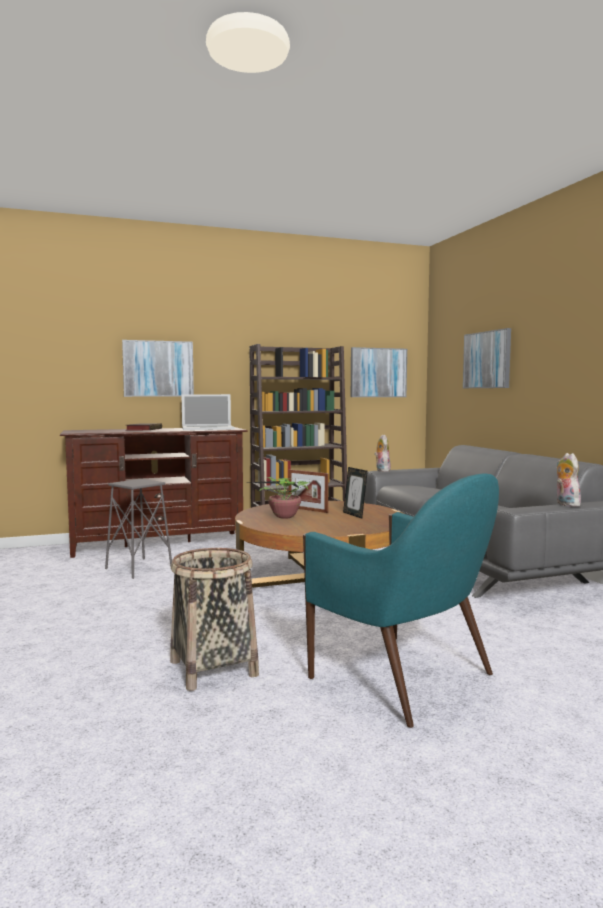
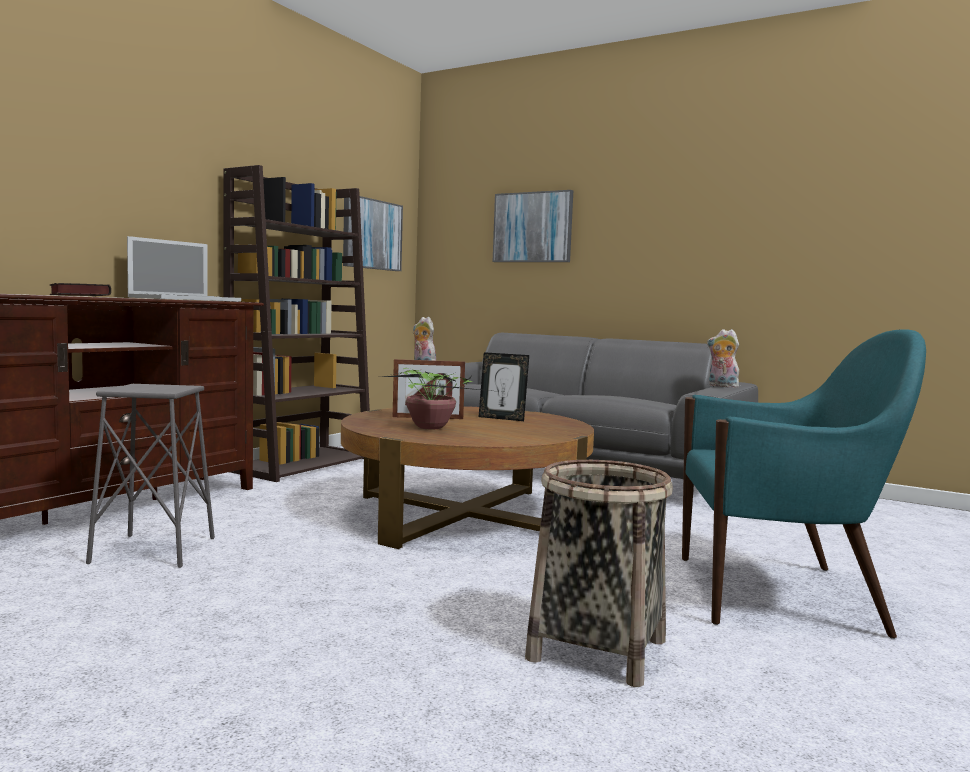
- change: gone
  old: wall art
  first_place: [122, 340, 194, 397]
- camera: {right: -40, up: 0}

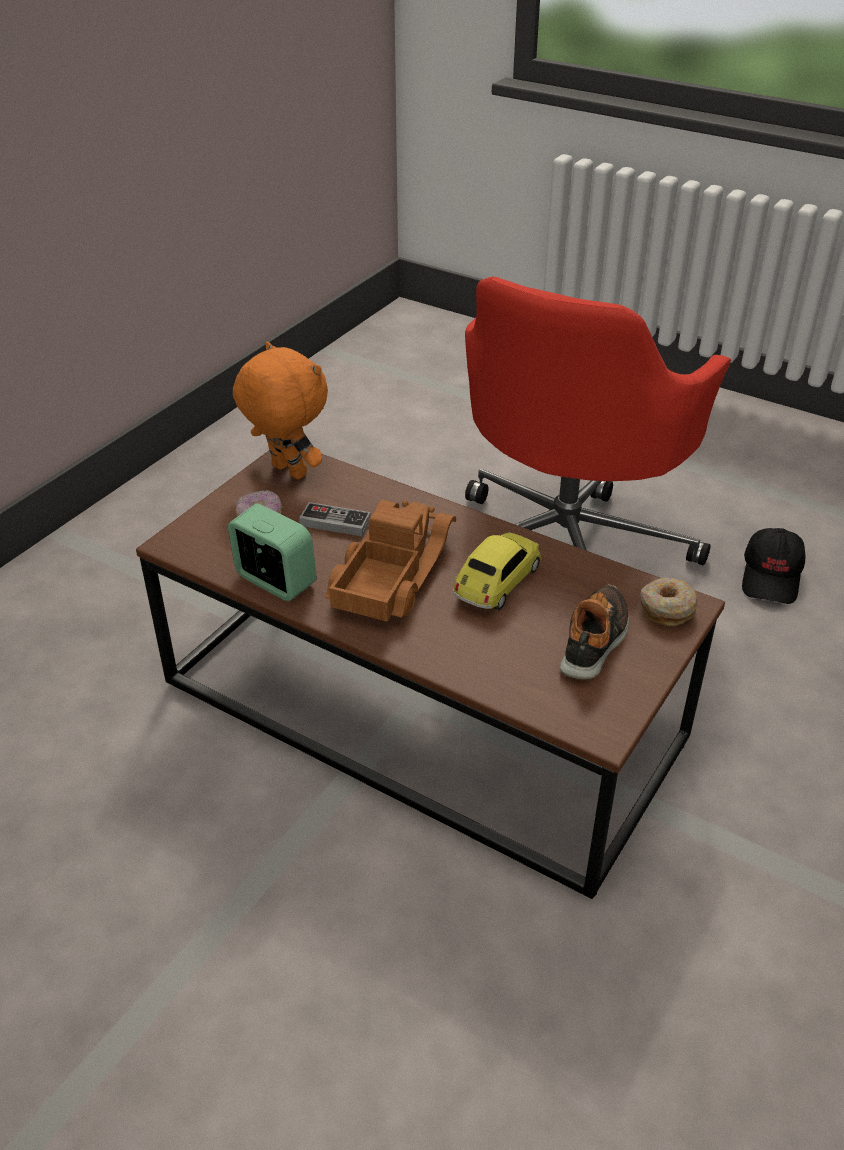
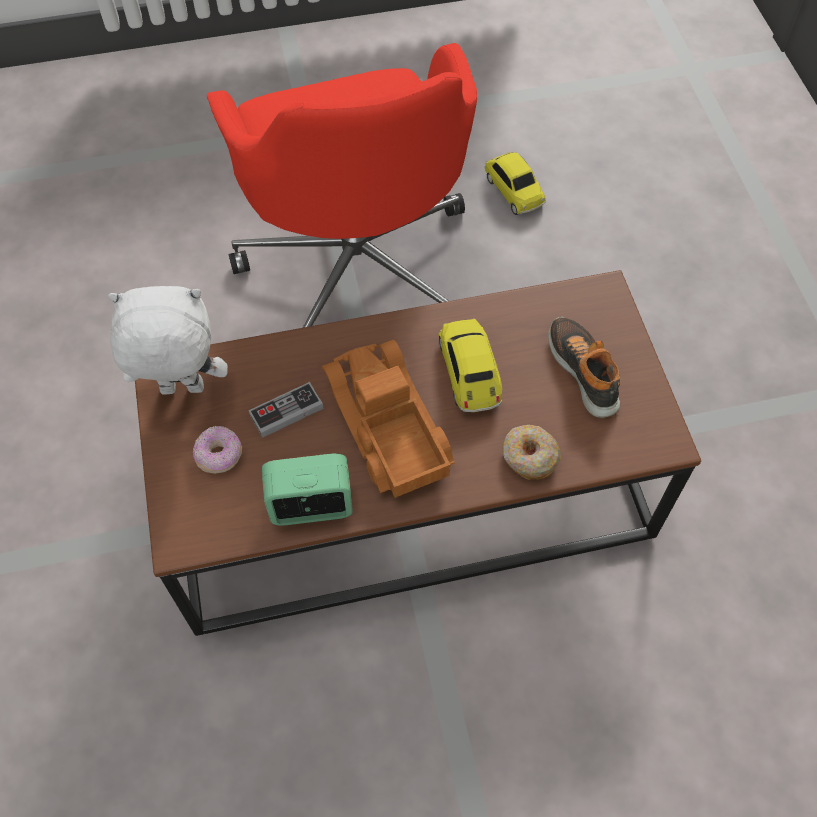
- change: repainted
  old: cuddly toy in orange-coloured
  new: cuddly toy in white-coloured
  first_place: [233, 342, 328, 479]
  second_place: [108, 286, 228, 394]
- change: swapped
  old: peaked cap in black
  new: toy car
  first_place: [742, 528, 805, 604]
  second_place: [484, 152, 546, 215]
- change: shifted
  old: donut
  first_place: [640, 578, 698, 626]
  second_place: [502, 425, 561, 480]
- camera: {right: -45, up: 20}

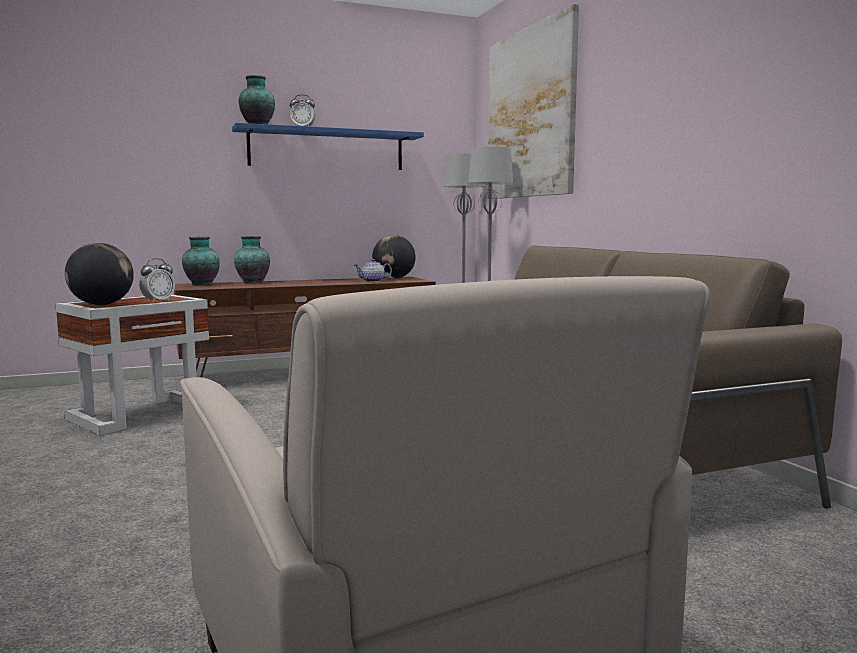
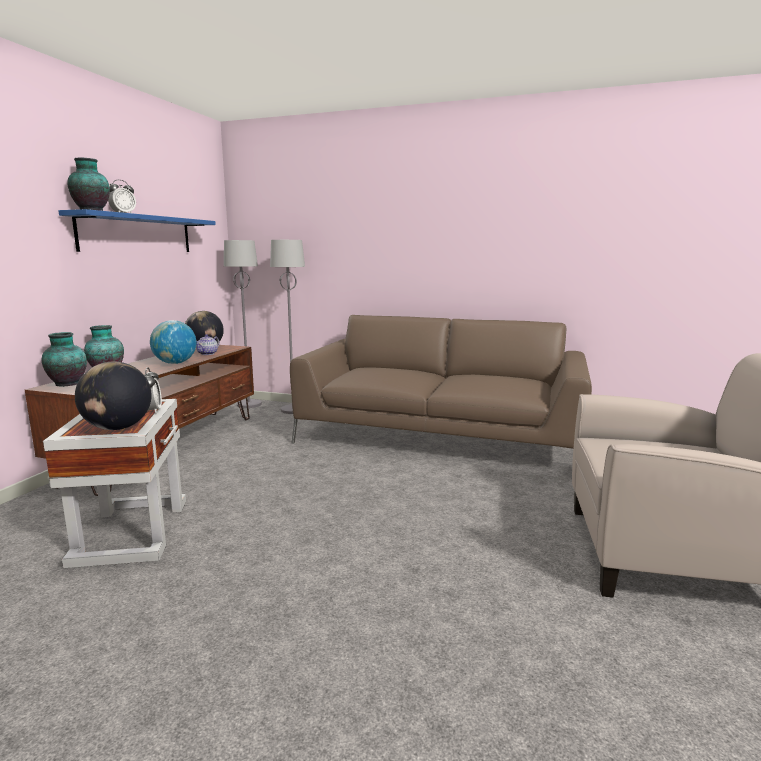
- change: gone
  old: wall art
  first_place: [488, 4, 579, 199]
- change: new
  new: desk globe
  second_place: [150, 320, 197, 364]
- camera: {right: -50, up: 5}

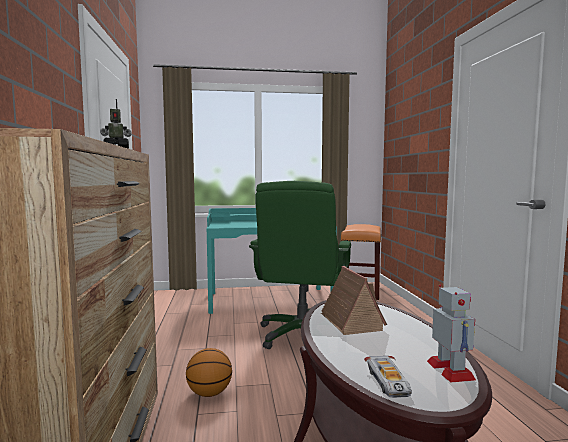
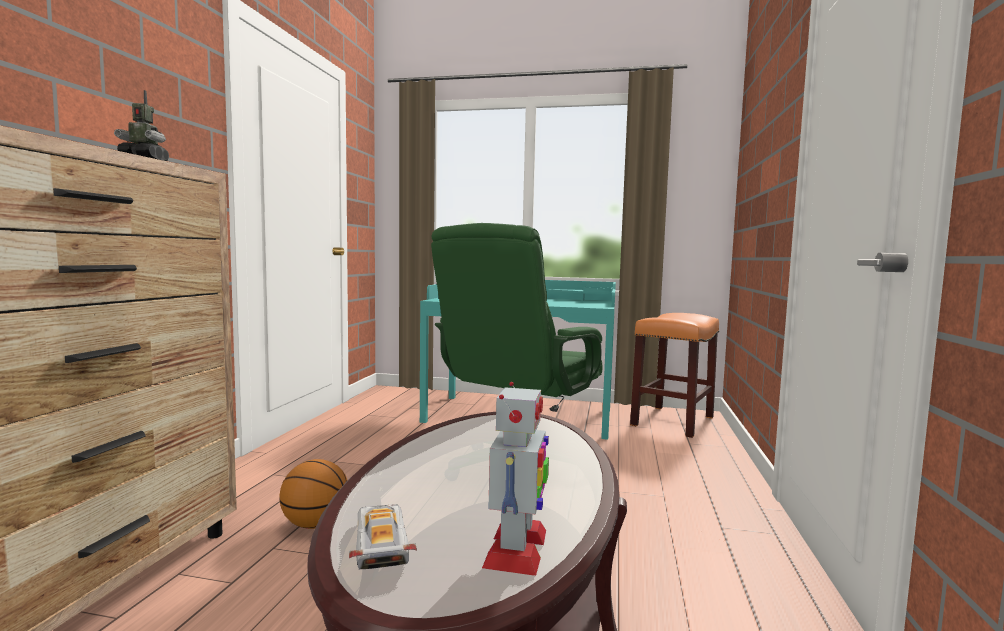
- change: gone
  old: toy house
  first_place: [321, 266, 387, 335]
- change: rotated
  old: toy car
  first_place: [364, 356, 412, 398]
  second_place: [349, 504, 417, 569]
  degrees: 150
- camera: {right: 20, up: 0}

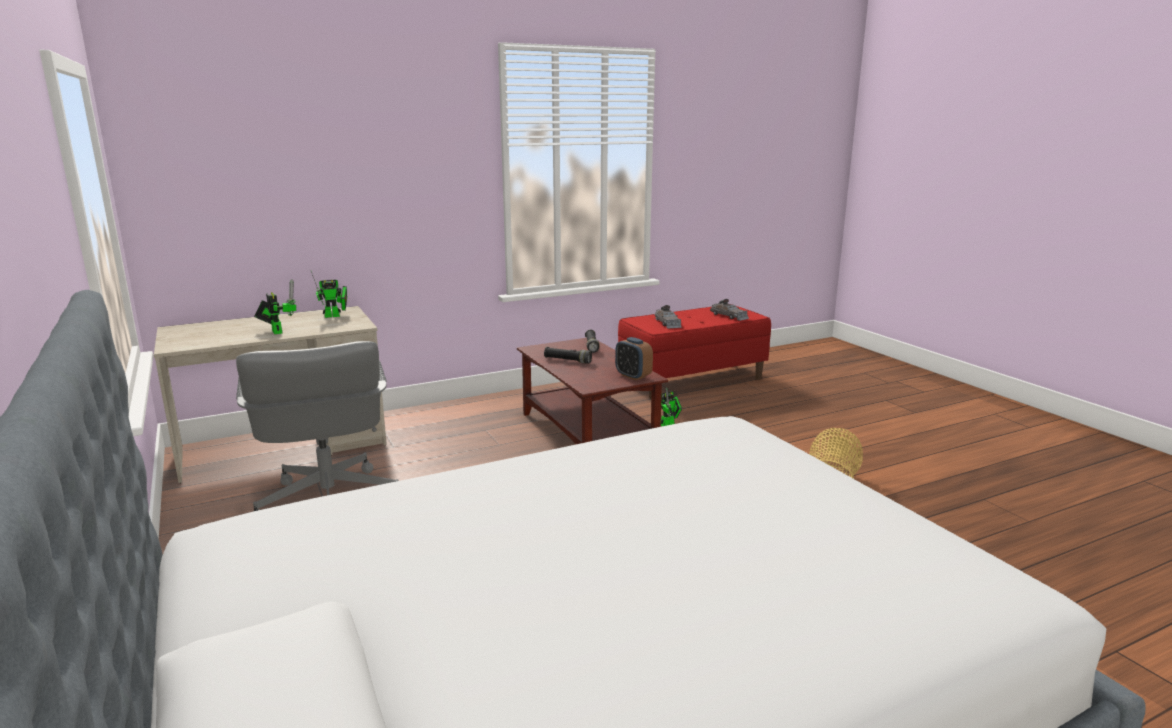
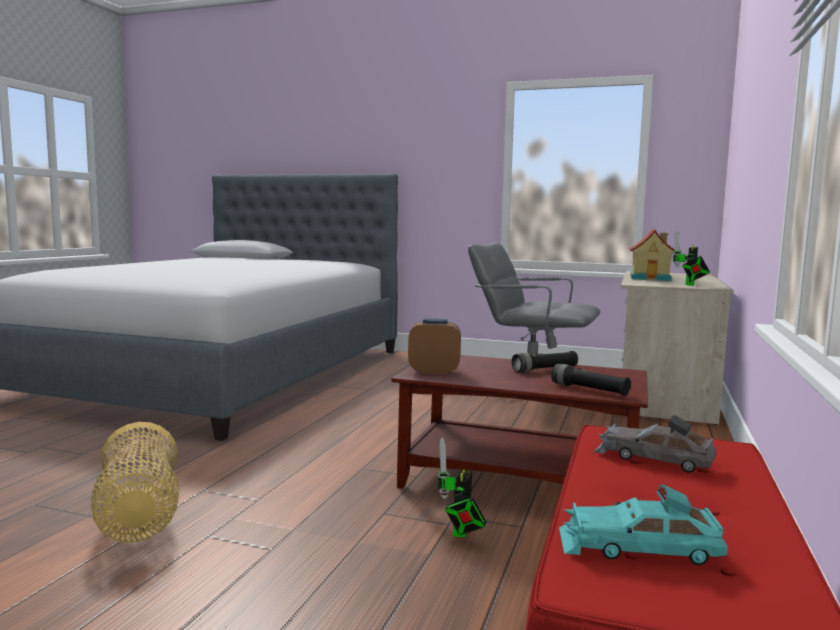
- change: swapped
  old: robot figure
  new: toy house
  first_place: [254, 279, 296, 334]
  second_place: [629, 229, 675, 281]
- change: repainted
  old: toy car in grey
  new: toy car in turquoise
  first_place: [710, 299, 749, 321]
  second_place: [559, 484, 728, 565]
- camera: {right: 135, up: -10}

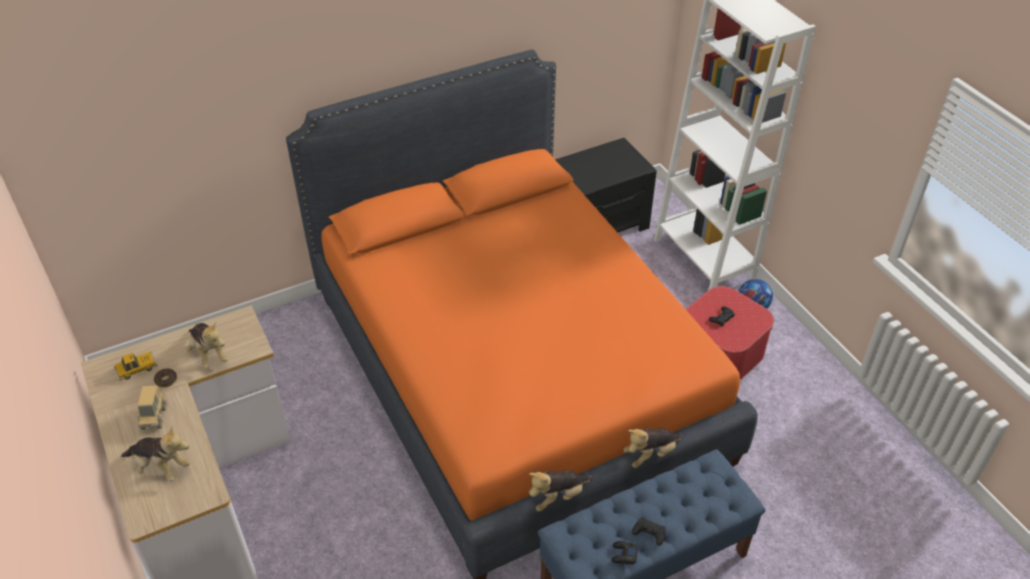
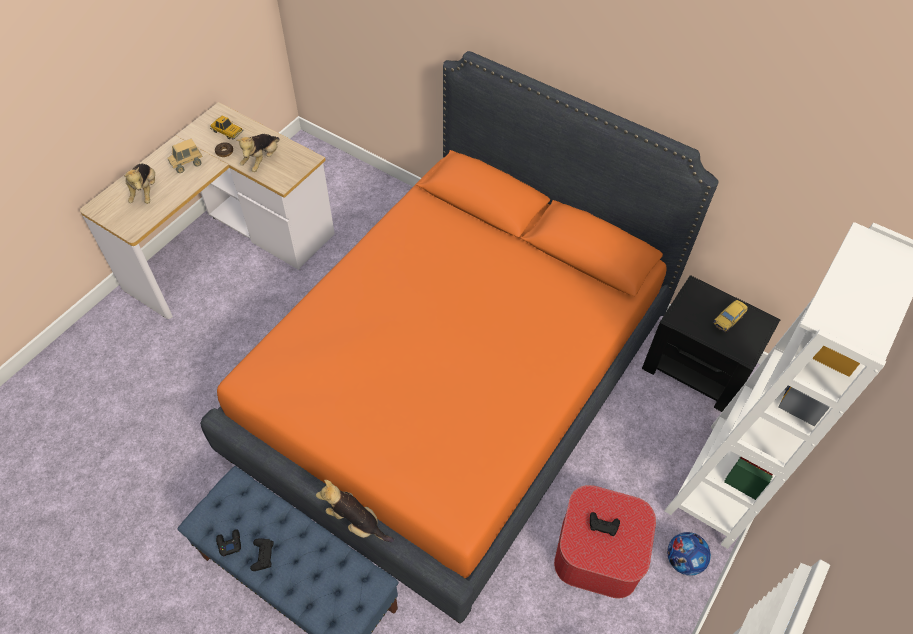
- change: gone
  old: cuddly toy
  first_place: [529, 471, 593, 512]
- change: new
  new: toy car
  second_place: [713, 300, 748, 333]
- camera: {right: 60, up: 10}

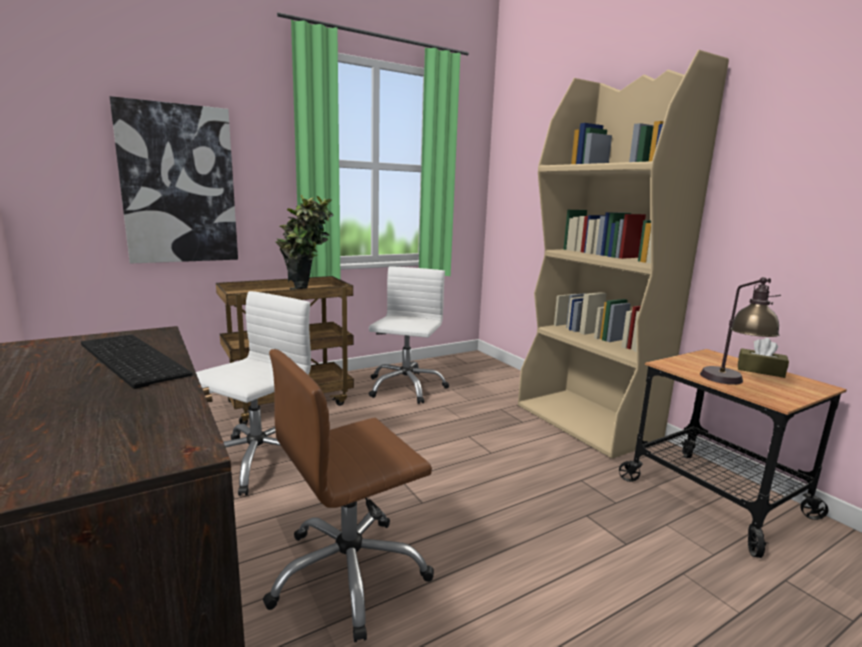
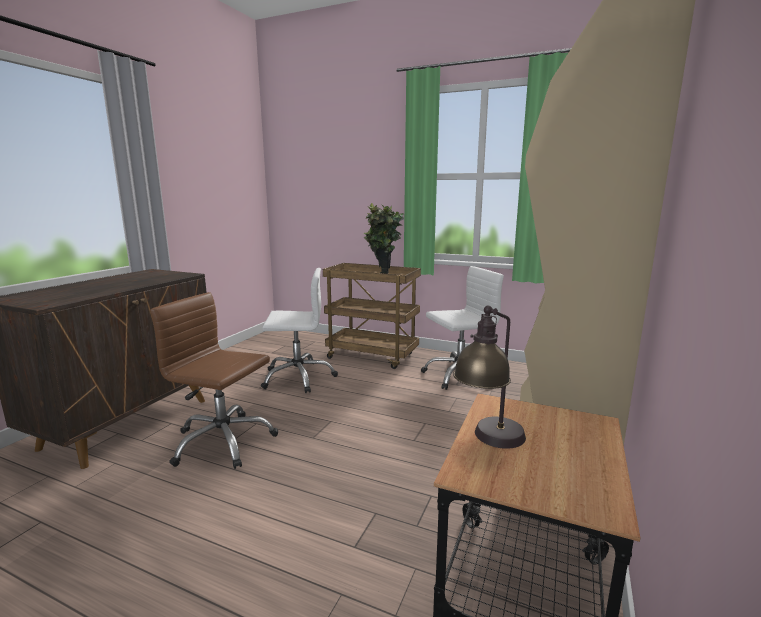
- change: gone
  old: wall art
  first_place: [110, 96, 238, 264]
- change: gone
  old: computer keyboard
  first_place: [81, 335, 193, 389]
- change: gone
  old: tissue holder in brownish
  first_place: [738, 338, 789, 378]
- camera: {right: 55, up: 0}

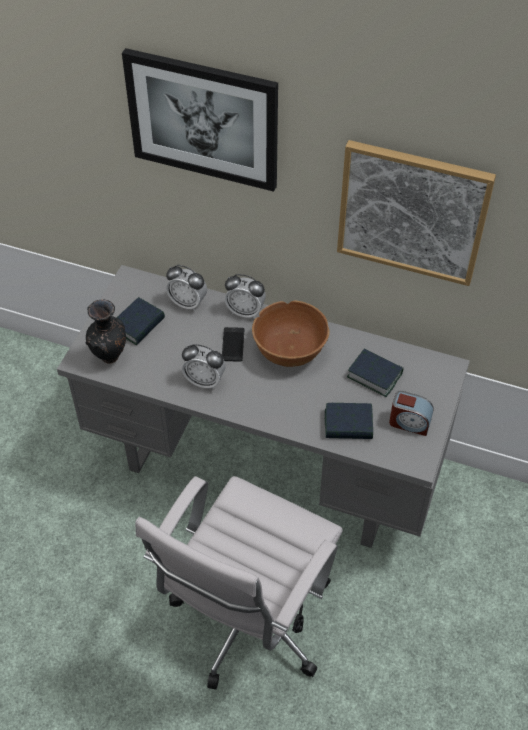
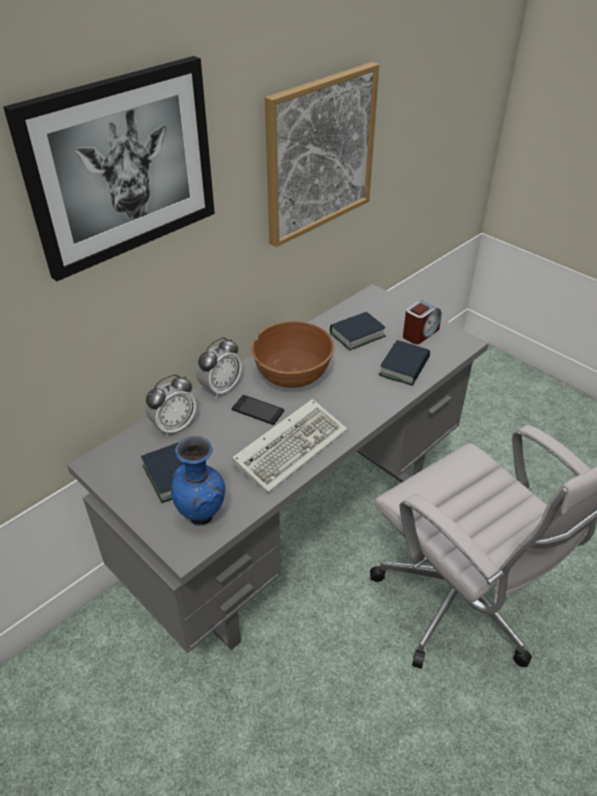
- change: repainted
  old: decorative vase in black
  new: decorative vase in bluish
  first_place: [85, 299, 126, 364]
  second_place: [171, 436, 225, 526]
- change: swapped
  old: alarm clock
  new: computer keyboard
  first_place: [182, 344, 226, 390]
  second_place: [232, 399, 348, 493]
- camera: {right: -65, up: -10}

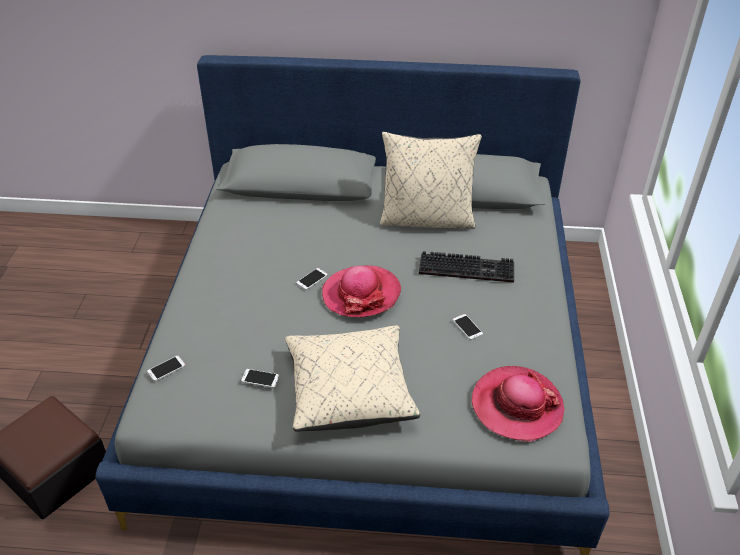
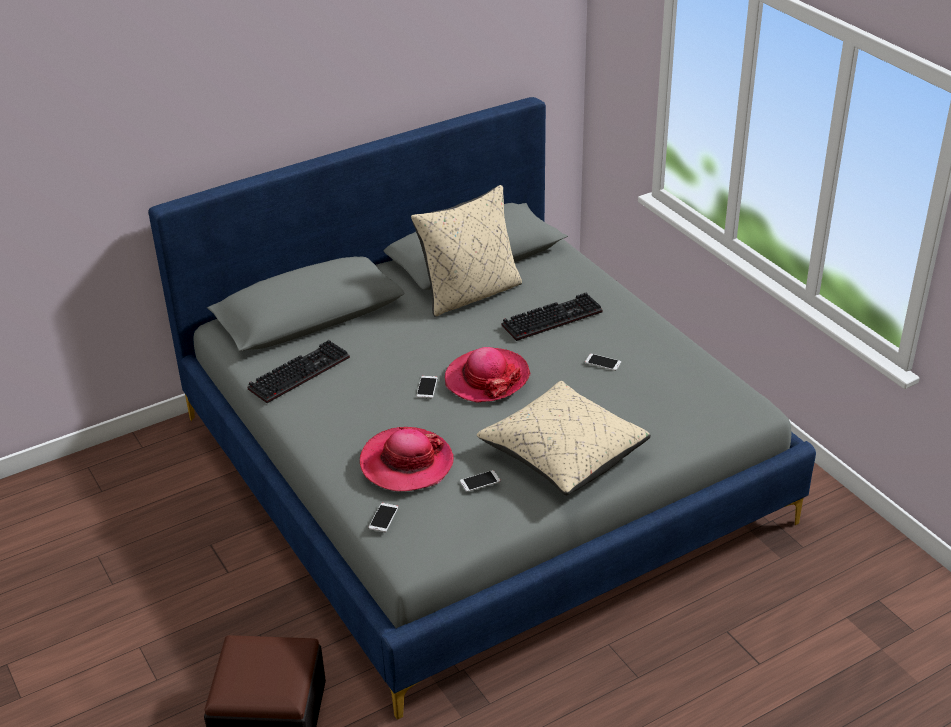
- change: shifted
  old: wearable hat
  first_place: [472, 366, 565, 442]
  second_place: [360, 427, 454, 491]
- change: new
  new: computer keyboard
  second_place: [248, 340, 350, 403]
- camera: {right: -35, up: -5}

